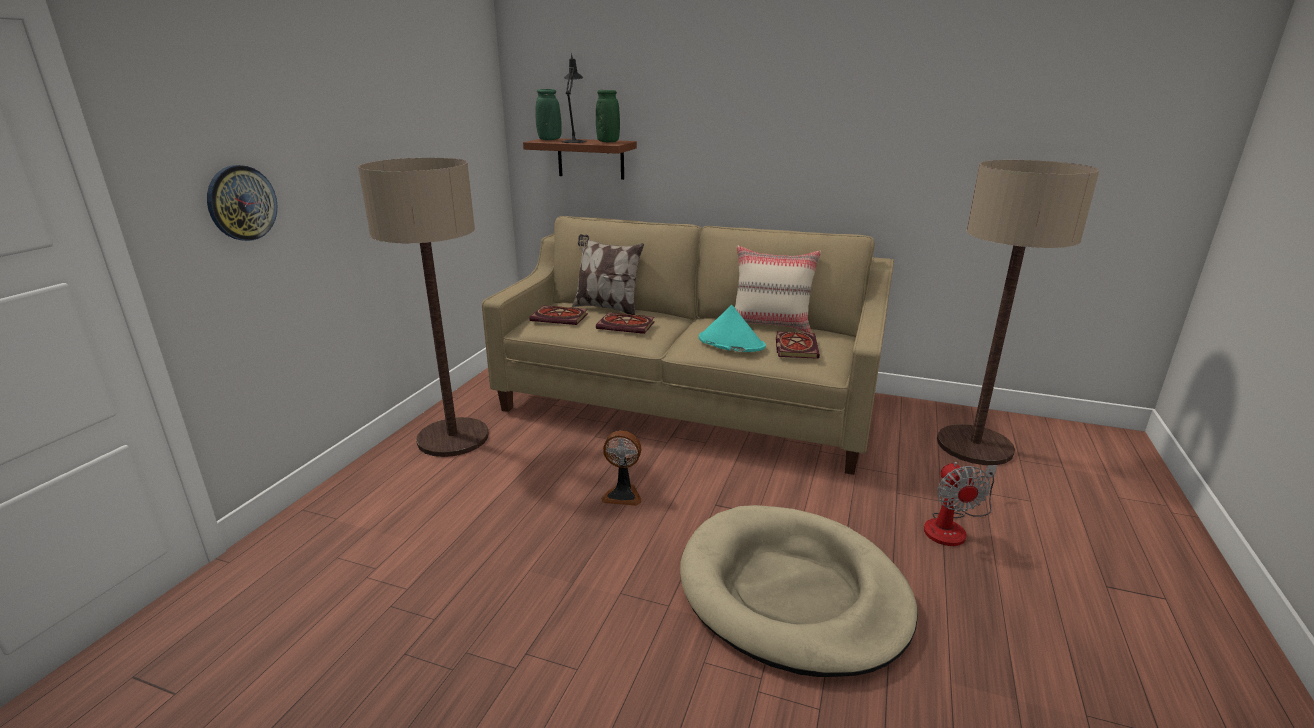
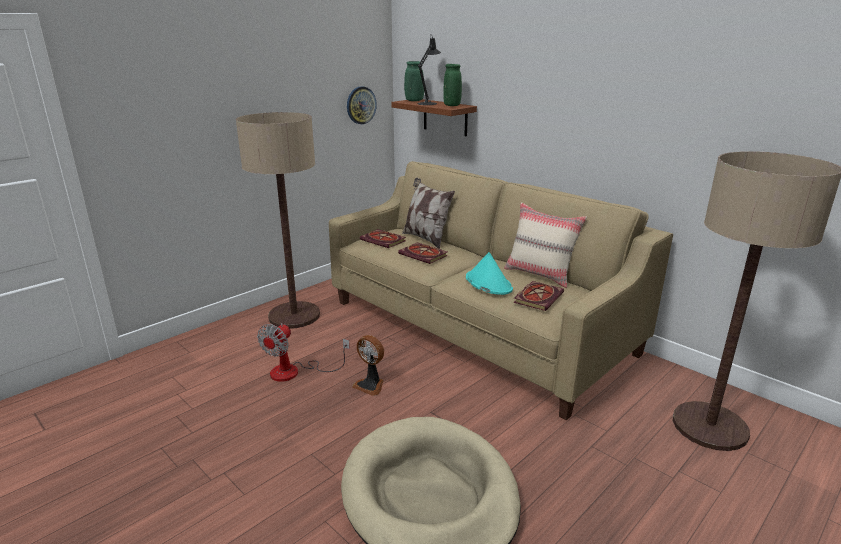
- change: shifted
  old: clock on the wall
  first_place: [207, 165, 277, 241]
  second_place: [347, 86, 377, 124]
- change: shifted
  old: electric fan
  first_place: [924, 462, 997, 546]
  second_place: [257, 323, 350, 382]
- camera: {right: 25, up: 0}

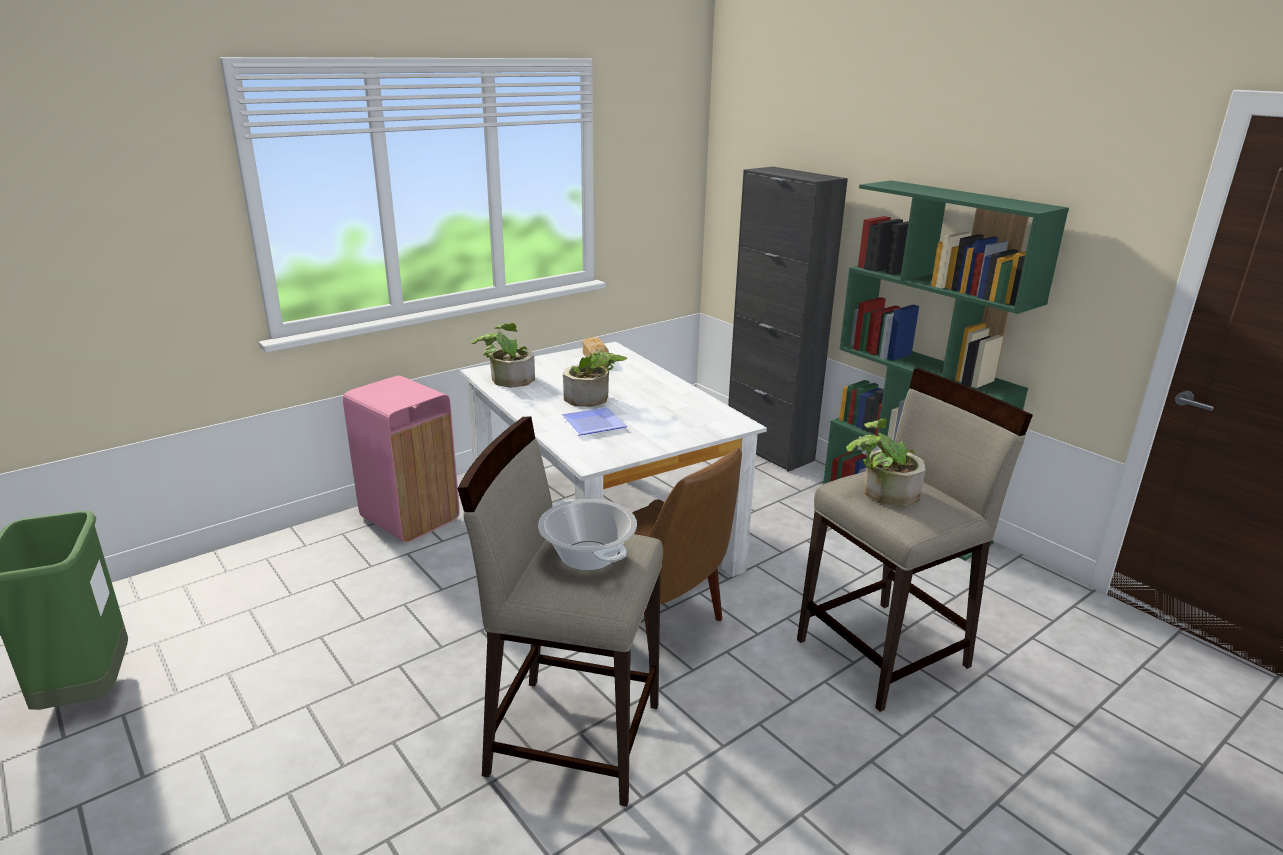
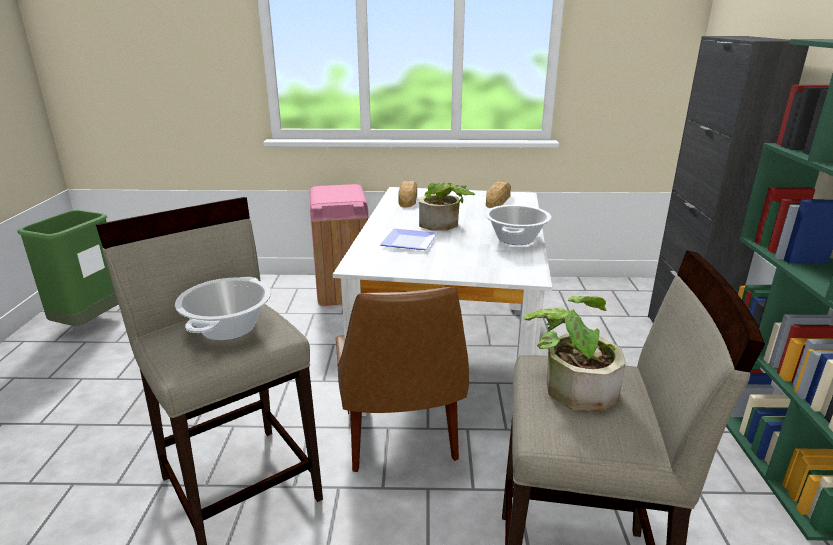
- change: swapped
  old: potted plant
  new: bread
  first_place: [471, 323, 535, 388]
  second_place: [398, 181, 417, 208]
- change: new
  new: cooking pot
  second_place: [485, 205, 552, 245]
- camera: {right: 40, up: 0}

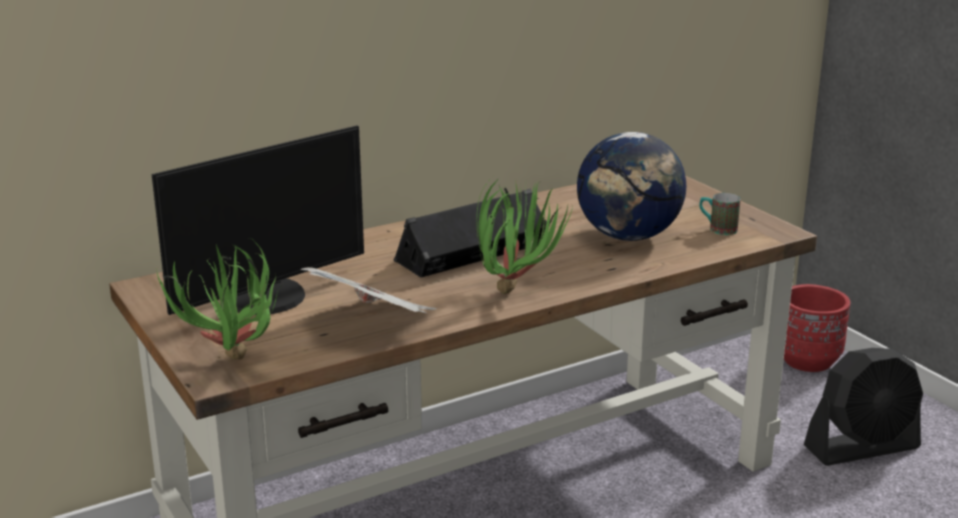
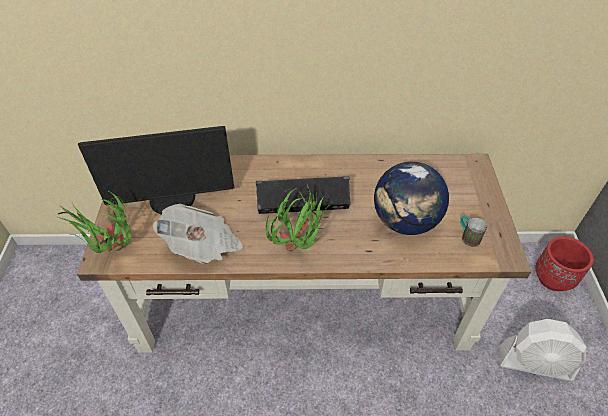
- change: repainted
  old: electric fan in black
  new: electric fan in white-coloured
  first_place: [804, 348, 923, 466]
  second_place: [499, 319, 587, 381]
- camera: {right: 30, up: 25}

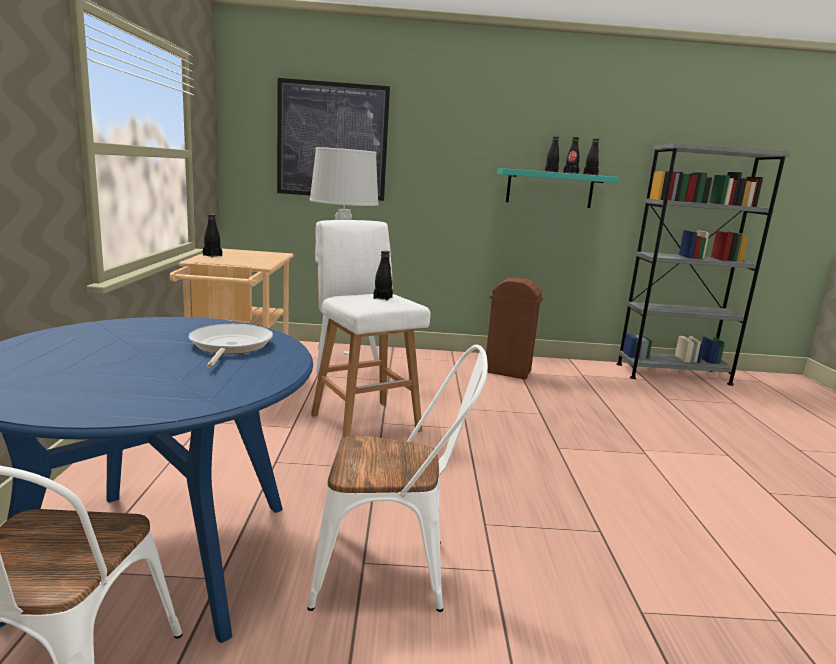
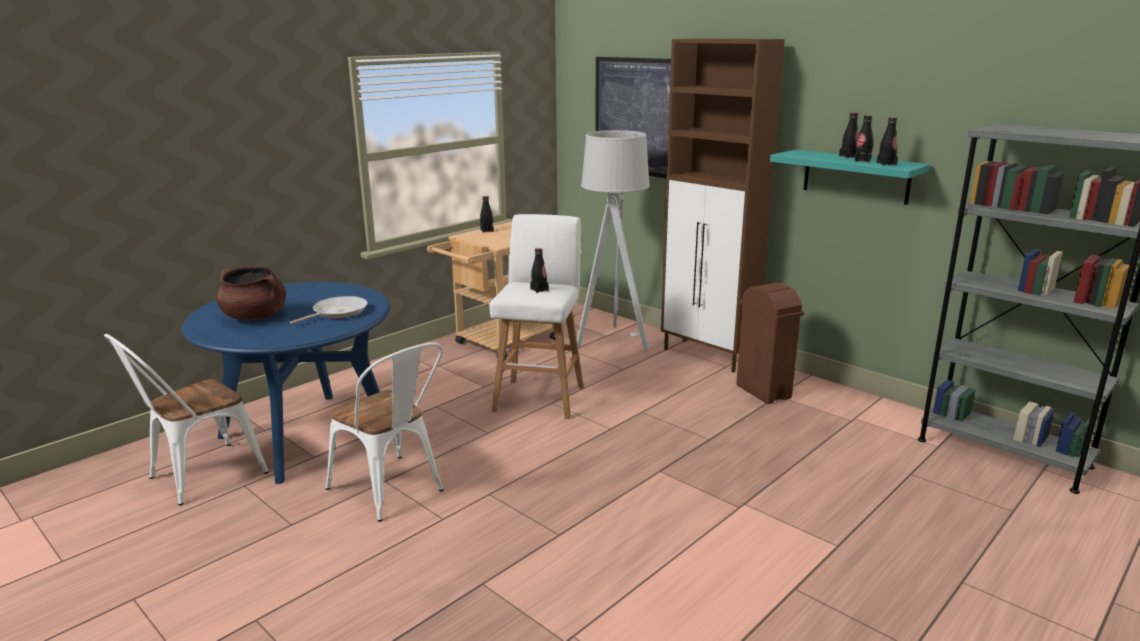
- change: new
  new: storage cabinet in brownish
  second_place: [661, 38, 785, 373]
- change: new
  new: cooking pot in brownish
  second_place: [216, 266, 286, 320]
- camera: {right: 45, up: 5}

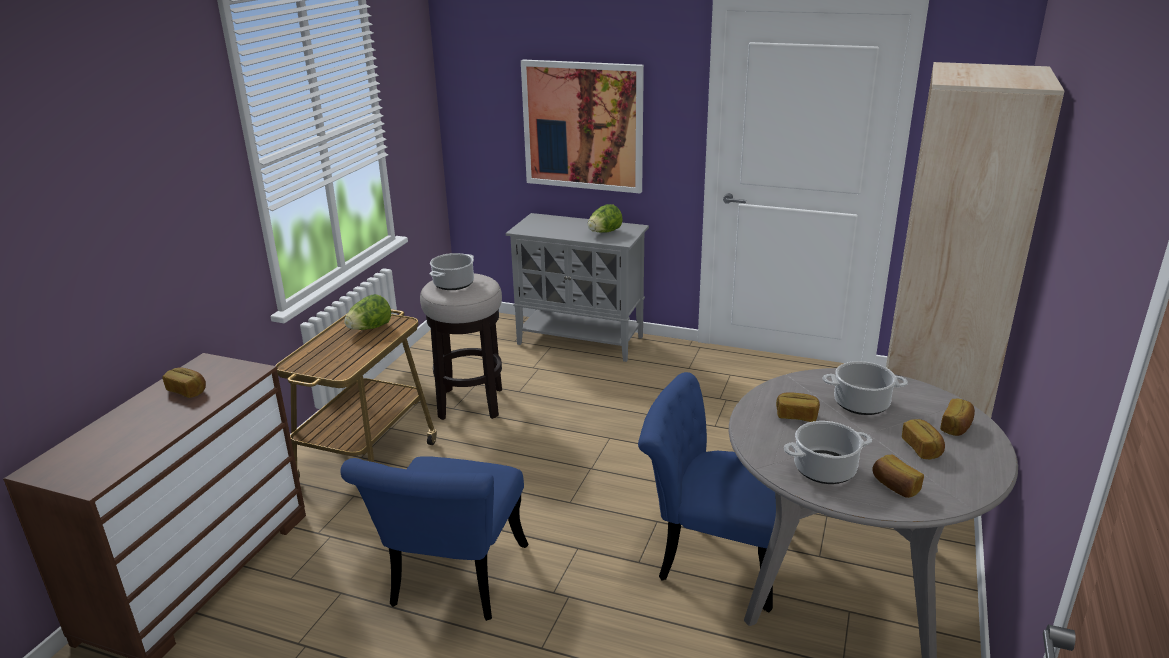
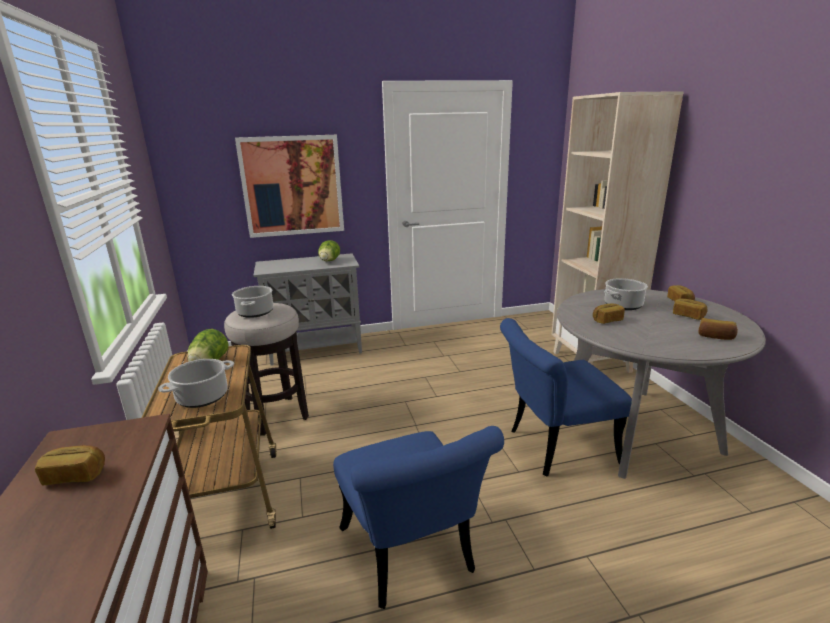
- change: shifted
  old: cooking pot
  first_place: [784, 421, 872, 484]
  second_place: [158, 359, 234, 408]
- camera: {right: -35, up: -5}

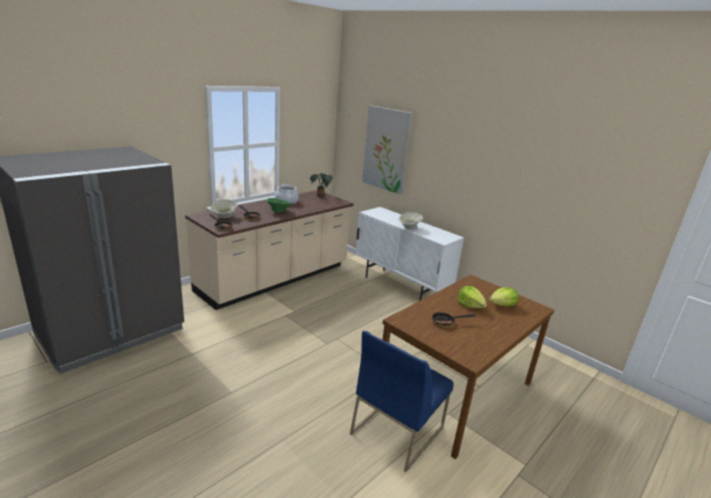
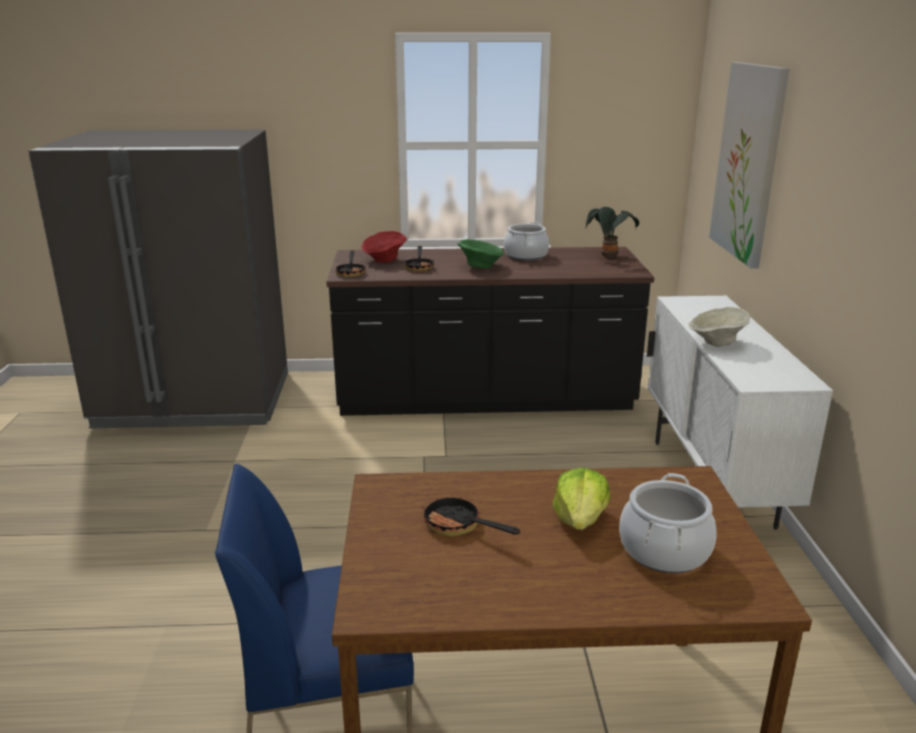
- change: repainted
  old: counter in beige-coloured
  new: counter in black
  first_place: [185, 190, 353, 310]
  second_place: [327, 247, 654, 416]
- change: repainted
  old: bowl in beige-coloured
  new: bowl in red
  first_place: [211, 199, 238, 218]
  second_place: [361, 231, 407, 263]
- change: swapped
  old: head of lettuce
  new: cooking pot
  first_place: [489, 287, 518, 307]
  second_place: [619, 473, 716, 573]
- camera: {right: 45, up: 0}

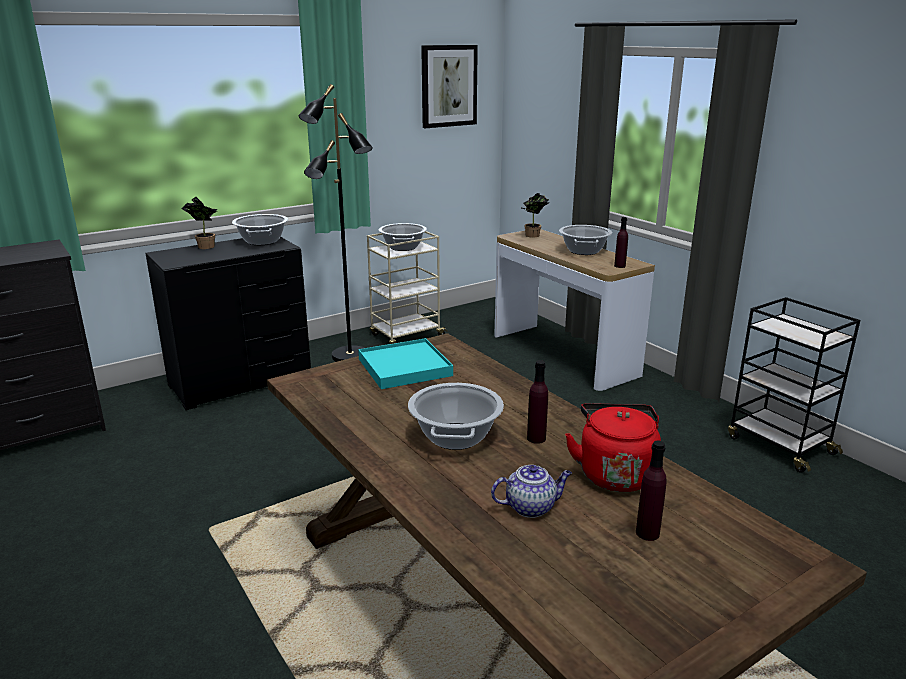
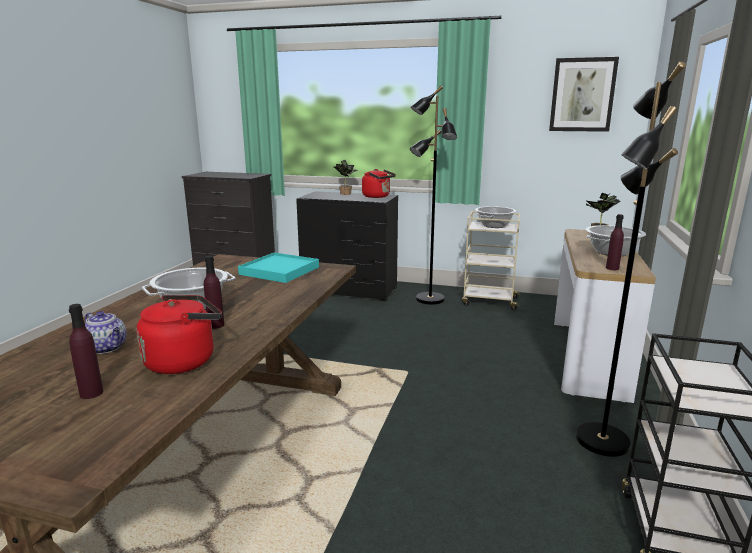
- change: swapped
  old: cooking pot
  new: water kettle in red
  first_place: [232, 214, 288, 245]
  second_place: [362, 169, 396, 198]
- change: new
  new: standing lamp in black
  second_place: [576, 62, 686, 457]
- camera: {right: 50, up: -5}

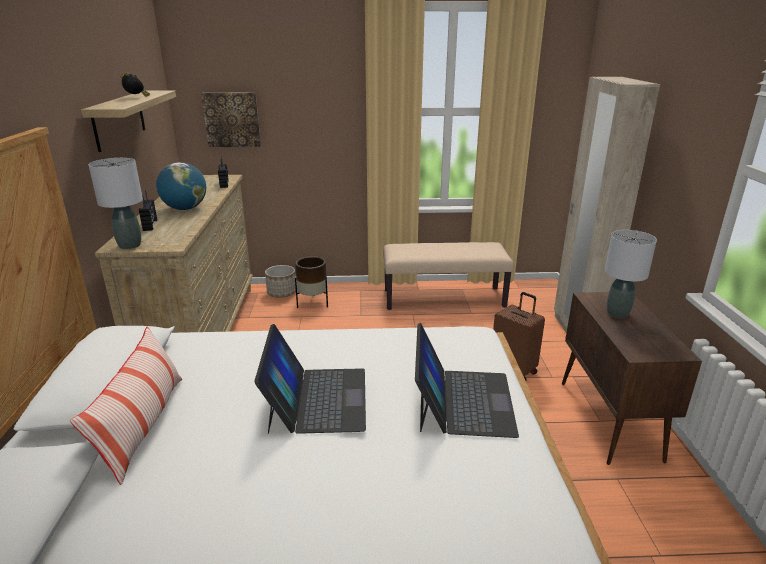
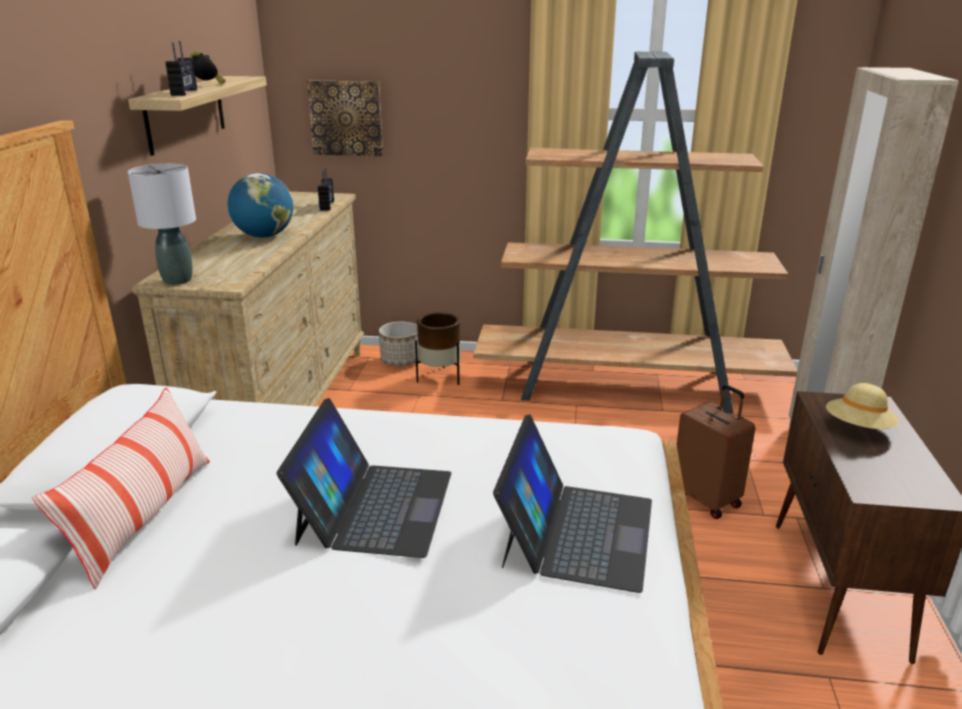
- change: shifted
  old: radio
  first_place: [139, 190, 157, 231]
  second_place: [166, 41, 197, 96]
- change: swapped
  old: tabletop lamp in grey
  new: wearable hat in beige-coloured
  first_place: [605, 230, 657, 318]
  second_place: [826, 383, 898, 429]
- change: swapped
  old: indoor bench in beige-coloured
  new: bookshelf in brownish
  first_place: [383, 242, 514, 310]
  second_place: [473, 52, 798, 414]
- camera: {right: 10, up: 0}

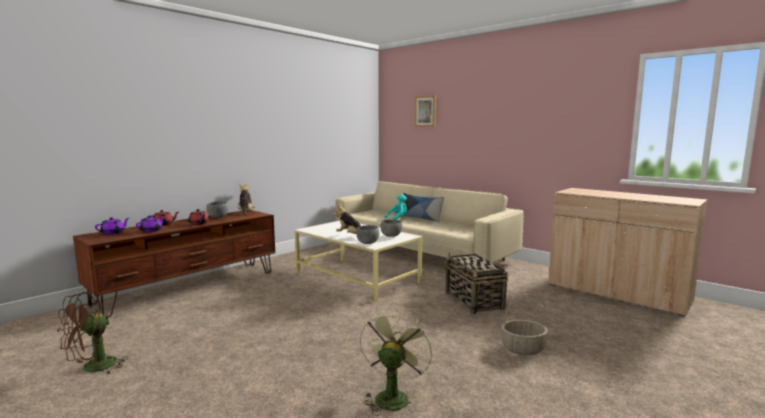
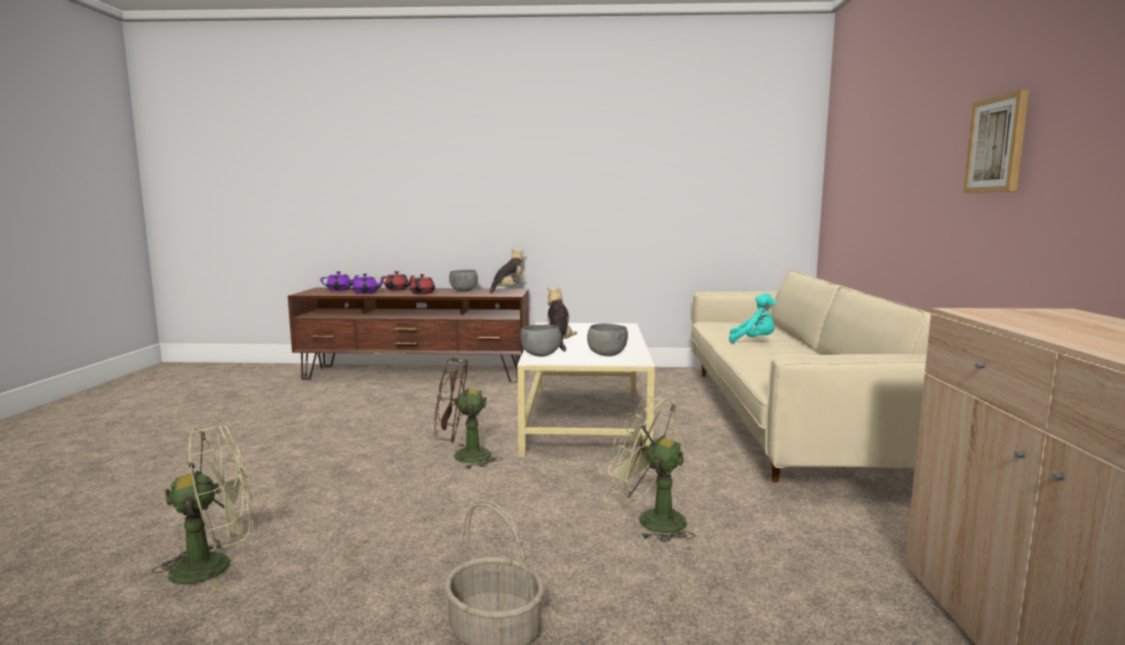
- change: shifted
  old: wall art
  first_place: [415, 95, 436, 127]
  second_place: [963, 90, 1029, 193]
- change: gone
  old: pillow
  first_place: [402, 193, 444, 222]
- change: swapped
  old: basket
  new: electric fan in green
  first_place: [444, 253, 508, 314]
  second_place: [608, 396, 695, 542]
- change: shifted
  old: electric fan in brownish
  first_place: [57, 292, 129, 375]
  second_place: [434, 358, 502, 469]
- camera: {right: 50, up: 0}

